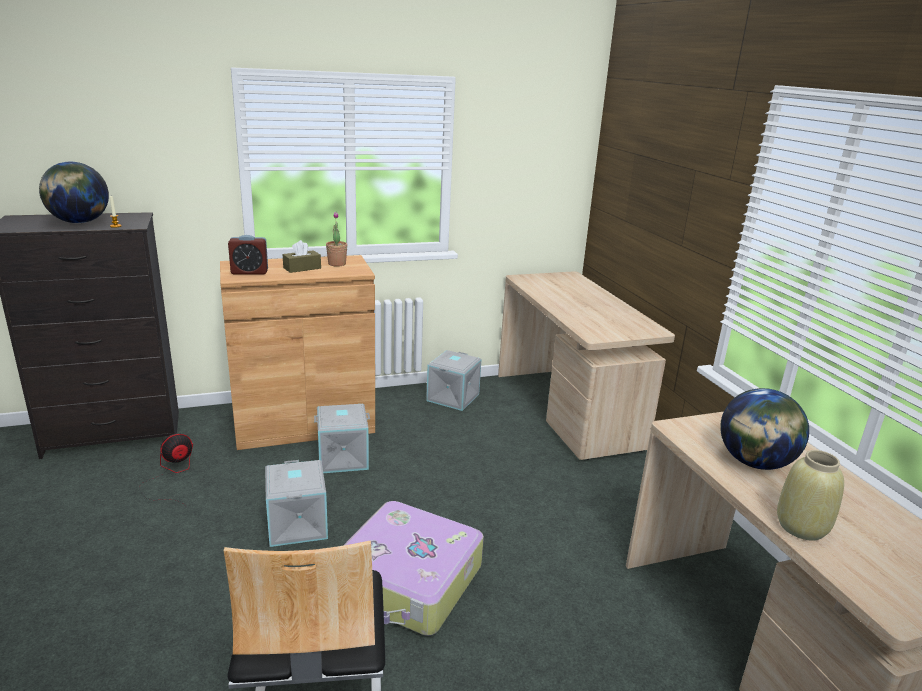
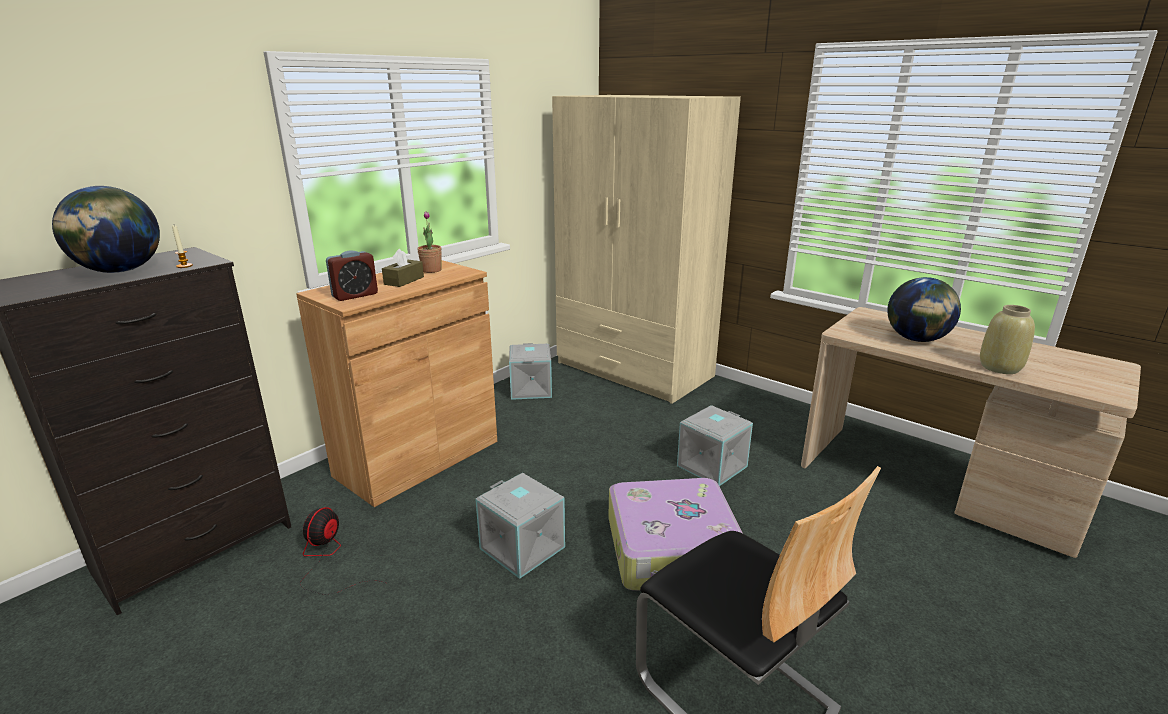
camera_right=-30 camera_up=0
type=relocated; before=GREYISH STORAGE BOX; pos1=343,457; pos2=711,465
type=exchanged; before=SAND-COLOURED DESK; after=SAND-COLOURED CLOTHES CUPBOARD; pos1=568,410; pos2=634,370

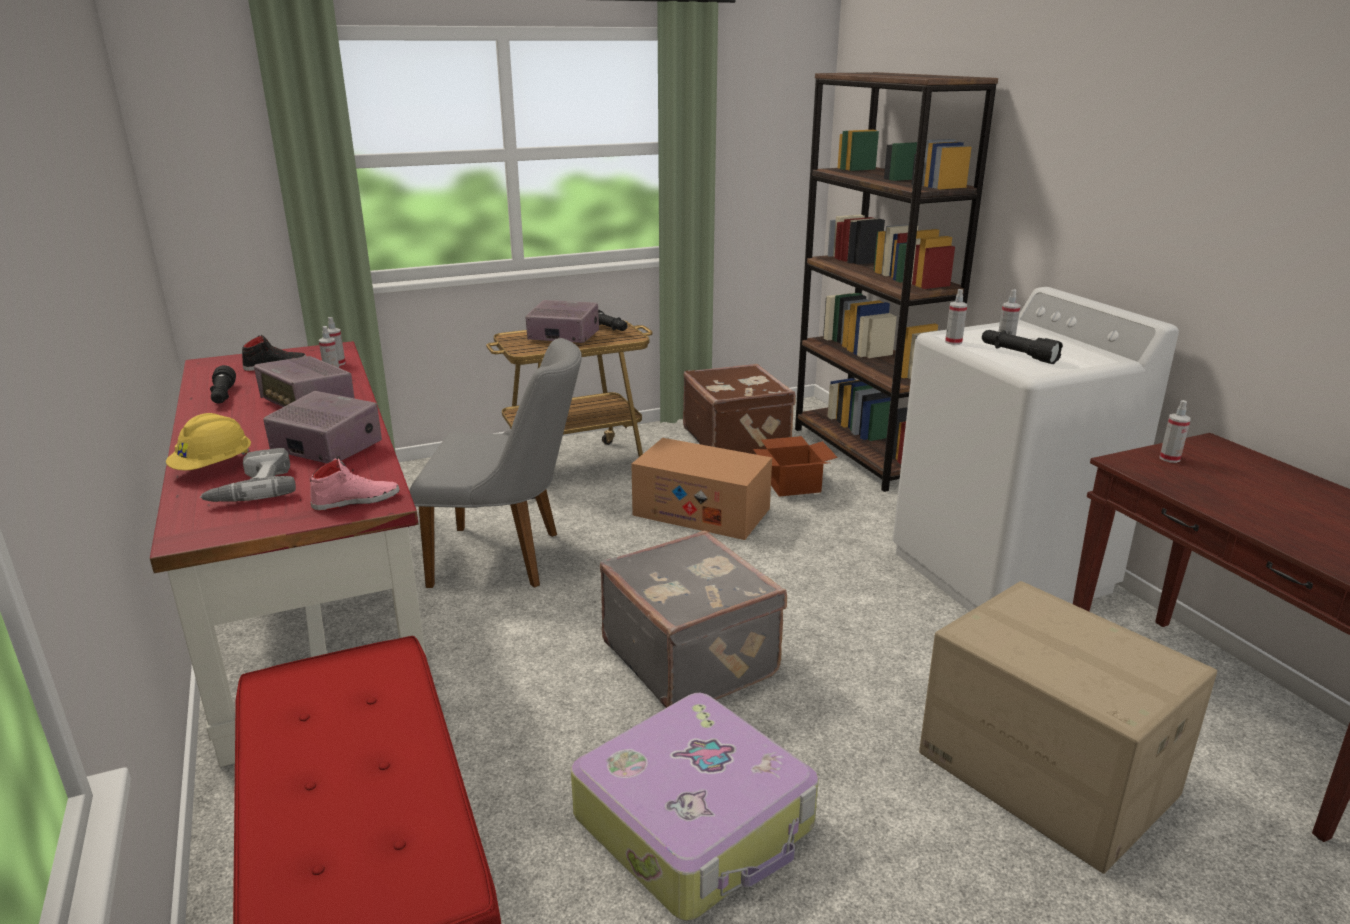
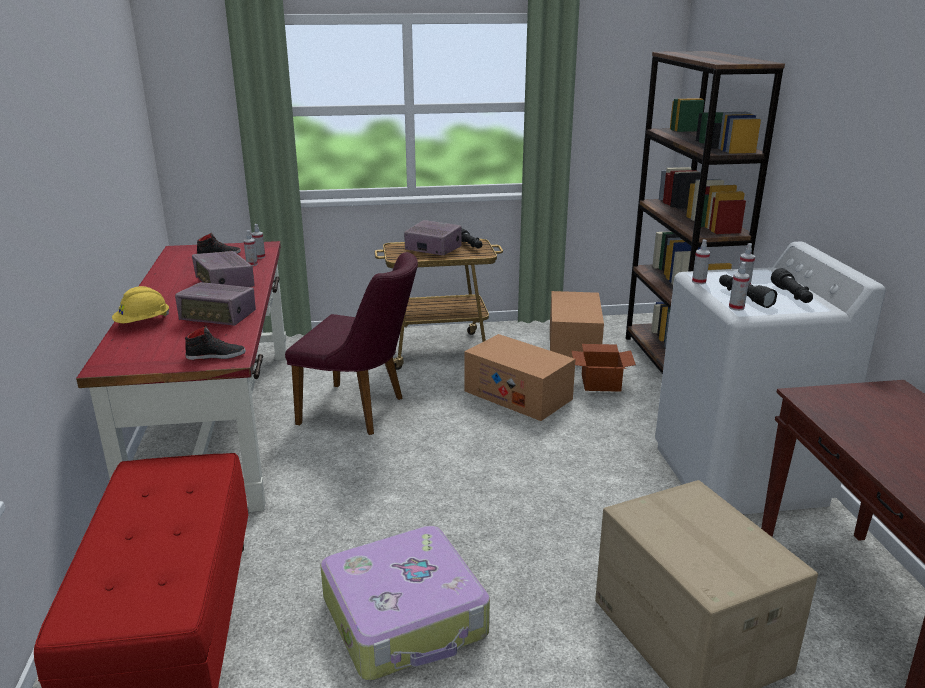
camera_right=15 camera_up=0
type=missing; before=ELECTRIC DRILL; pos1=252,487
type=missing; before=GREYISH TRAVEL CASE; pos1=691,657
type=relocated; before=BLACK FLASHLIGHT; pos1=223,396; pos2=791,295
type=relocated; before=SPRAYER; pos1=1169,458; pos2=736,307
type=exchanged; before=BROWNISH TRAVEL CASE; after=CARDBOARD BOX; pos1=737,440; pos2=573,342
type=colour; before=PINKISH LOW SHOE; after=BLACK LOW SHOE; pos1=356,500; pos2=216,355
type=colour; before=GREYISH CHAIR; after=PURPLE-COLOURED CHAIR; pos1=509,558; pos2=361,411
type=spun; before=RADIO; pos1=326,447; pos2=218,317; turn=150

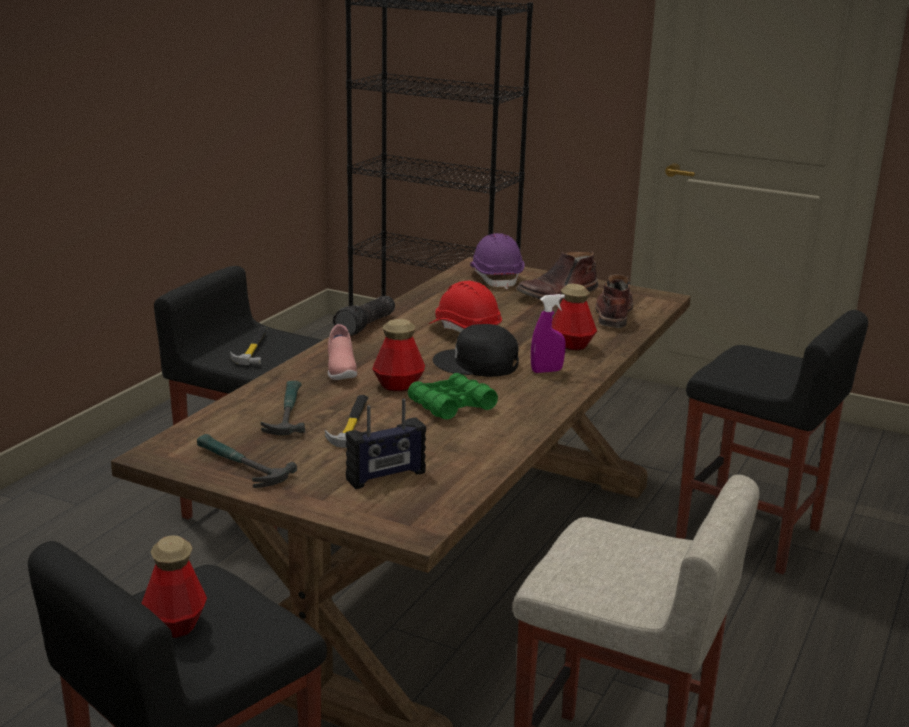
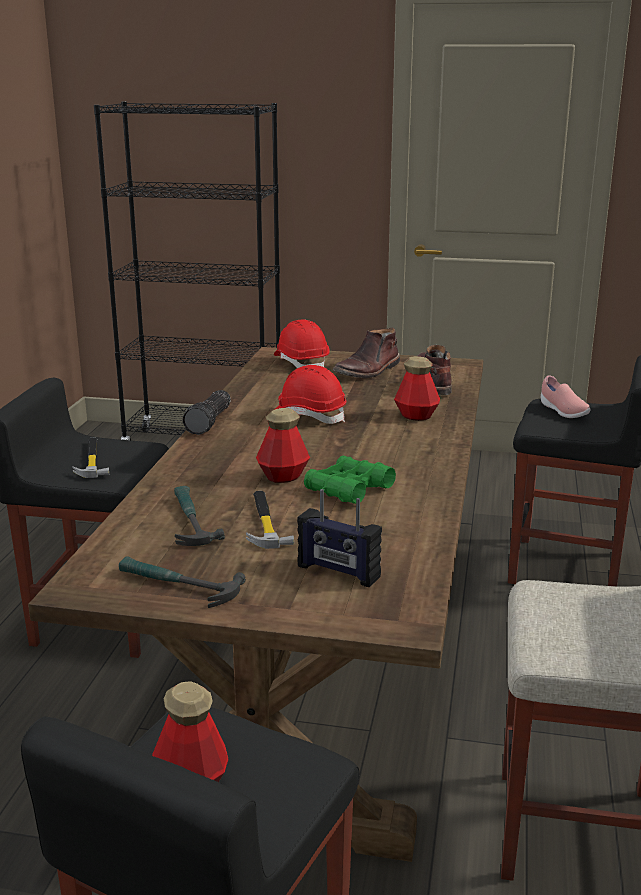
camera_right=-15 camera_up=0
type=missing; before=BLACK BASEBALL CAP; pos1=476,363
type=missing; before=PURPLE-COLOURED SPRAYER; pos1=546,371
type=relocated; before=PINKISH LOW SHOE; pos1=340,370; pos2=562,411
type=colour; before=PURPLE-COLOURED WORK HELMET; after=RED-COLOURED WORK HELMET; pos1=496,278; pos2=301,363
type=spun; before=RADIO; pos1=386,477; pos2=338,572; turn=75

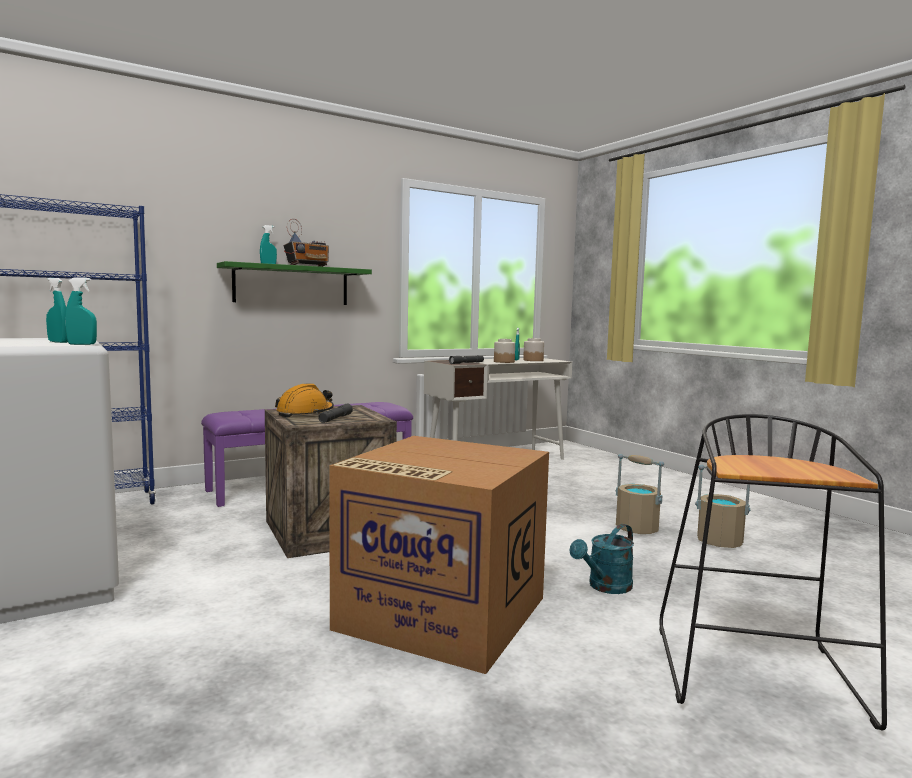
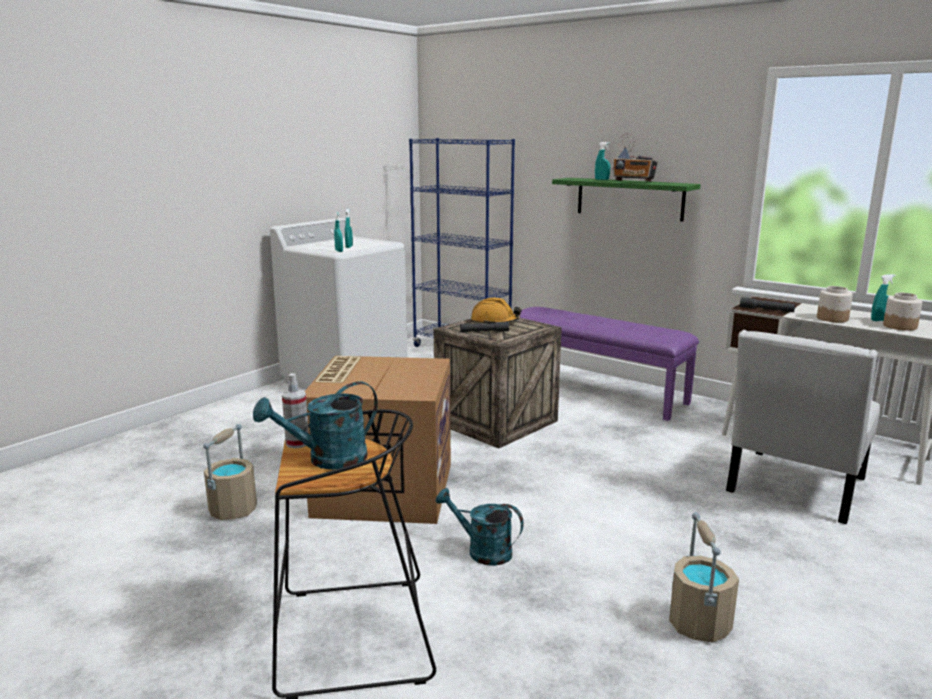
camera_right=70 camera_up=10
type=appeared; after=TURQUOISE WATERING POT; pos2=327,460
type=appeared; after=SPRAYER; pos2=297,443
type=appeared; after=WHITE CHAIR; pos2=793,488
type=relocated; before=SAND-COLOURED BUCKET; pos1=636,528; pos2=233,509

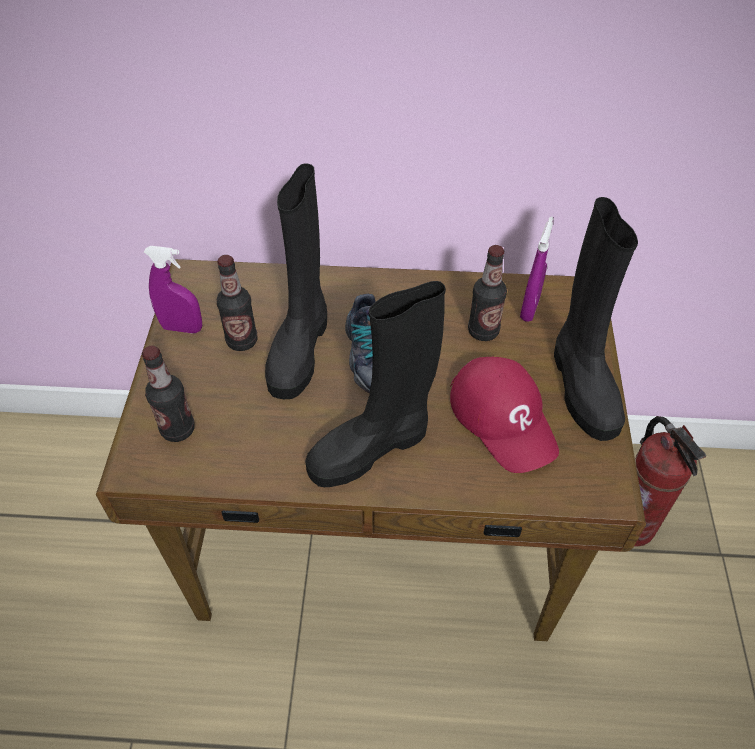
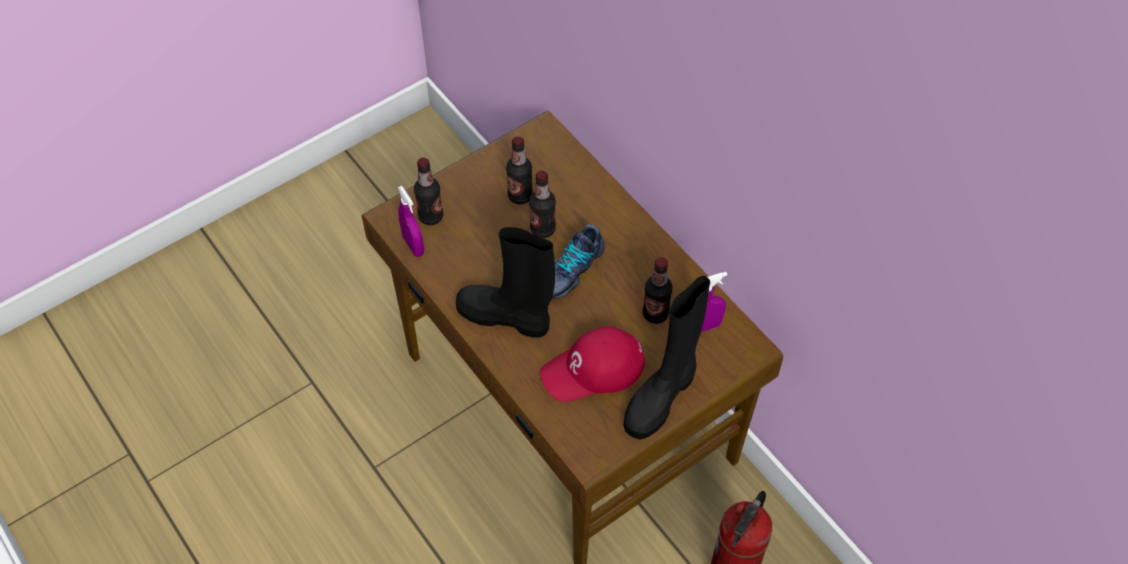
camera_right=50 camera_up=5
type=relocated; before=PURPLE-COLOURED SPRAYER; pos1=182,328; pos2=413,245
type=exchanged; before=BLACK TALL BOOT; after=DRINK BOTTLE; pos1=300,349; pos2=543,229
type=spun; before=RED-COLOURED BASEBALL CAP; pos1=504,418; pos2=593,369; turn=45

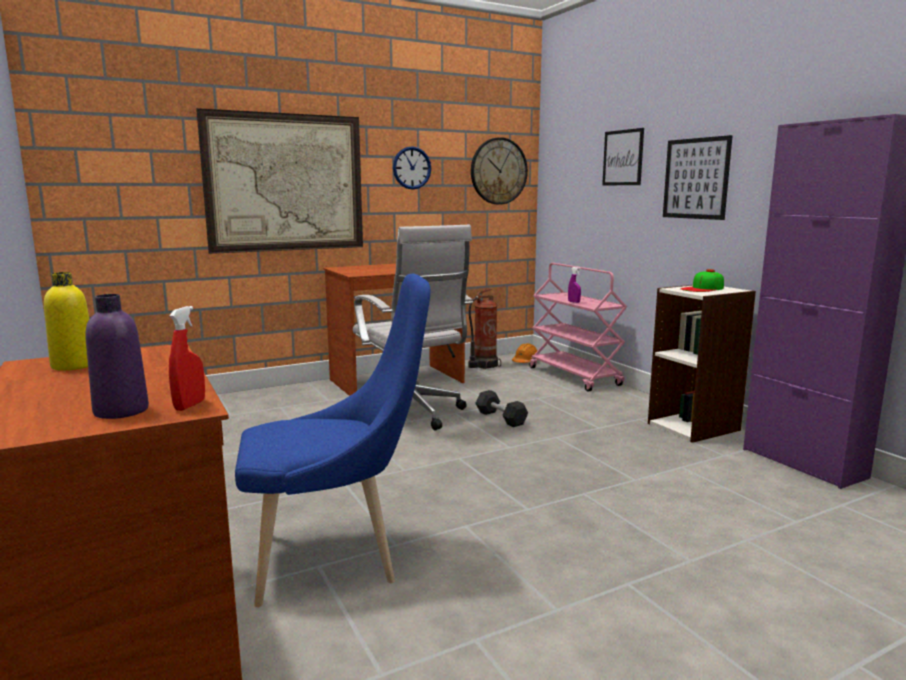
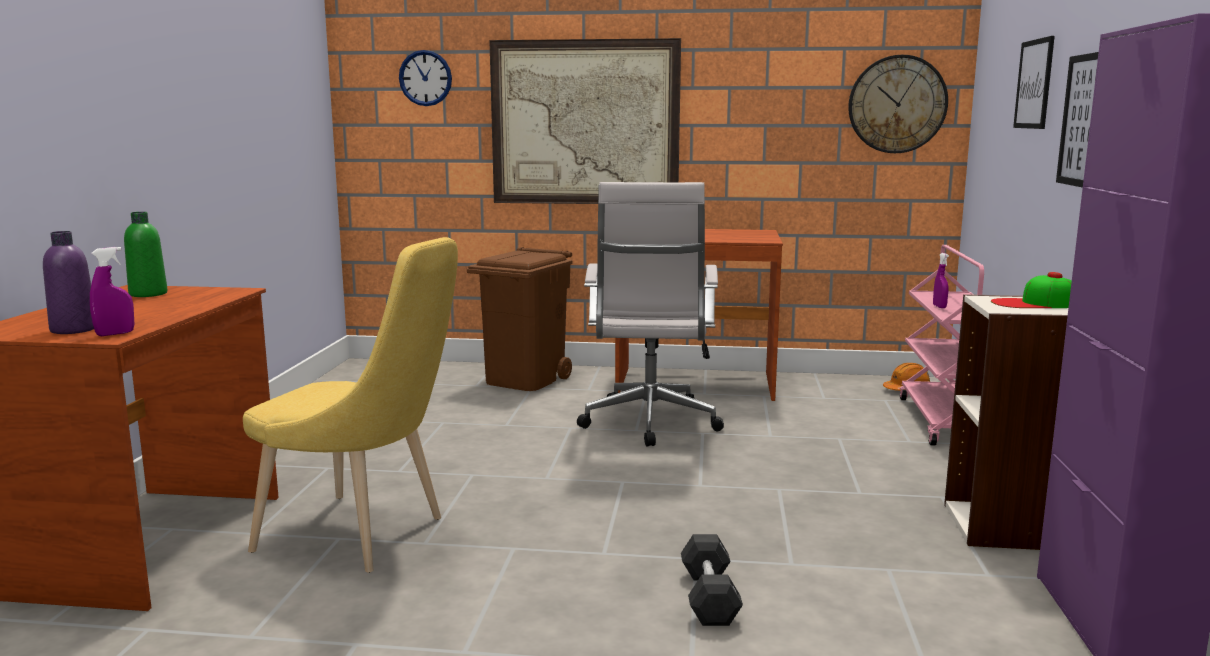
camera_right=35 camera_up=0
type=missing; before=FIRE-FIGHTING CYLINDER; pos1=483,365
type=appeared; after=BROWNISH RUBBISH BIN; pos2=525,380
type=relocated; before=WALL CLOCK; pos1=412,168; pos2=425,78
type=relocated; before=BLACK FREE WEIGHT; pos1=501,418; pos2=709,597
type=colour; before=YELLOW DRINK BOTTLE; after=GREENISH DRINK BOTTLE; pos1=73,365; pos2=148,294
type=colour; before=RED-COLOURED SPRAYER; after=PURPLE-COLOURED SPRAYER; pos1=189,405; pos2=115,334
type=colour; before=BLUE CHAIR; after=YELLOW CHAIR; pos1=336,557; pos2=362,536

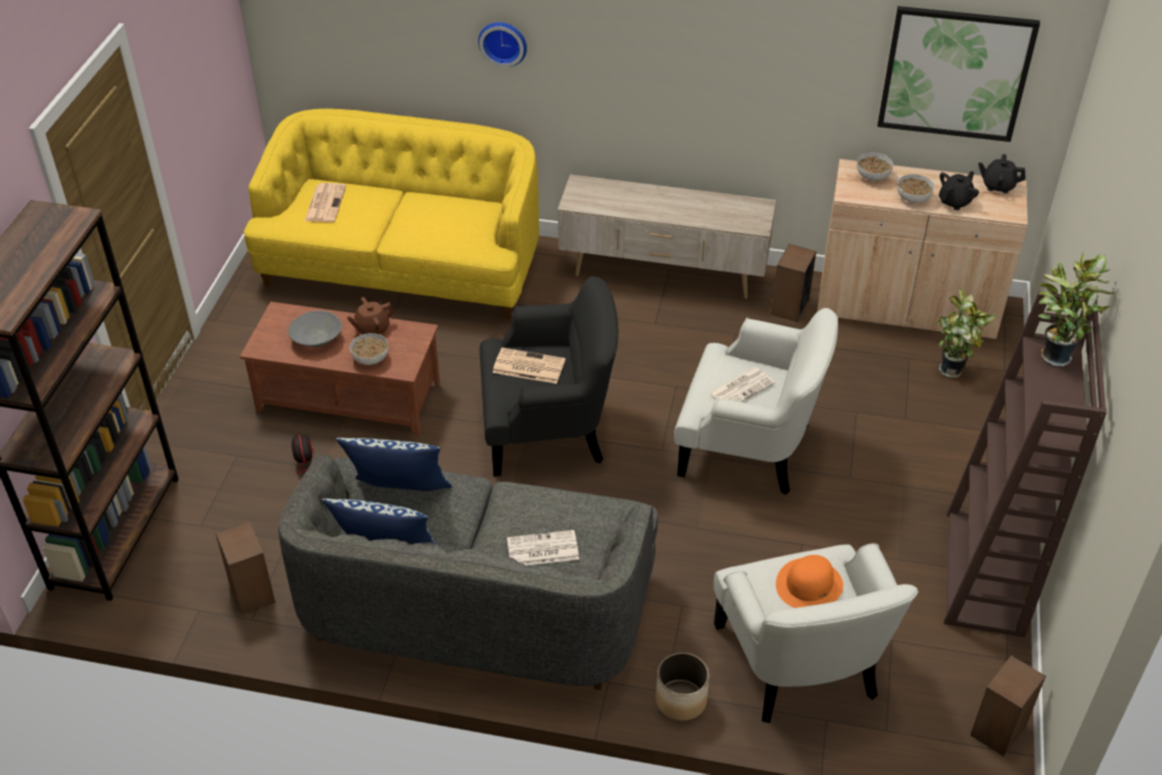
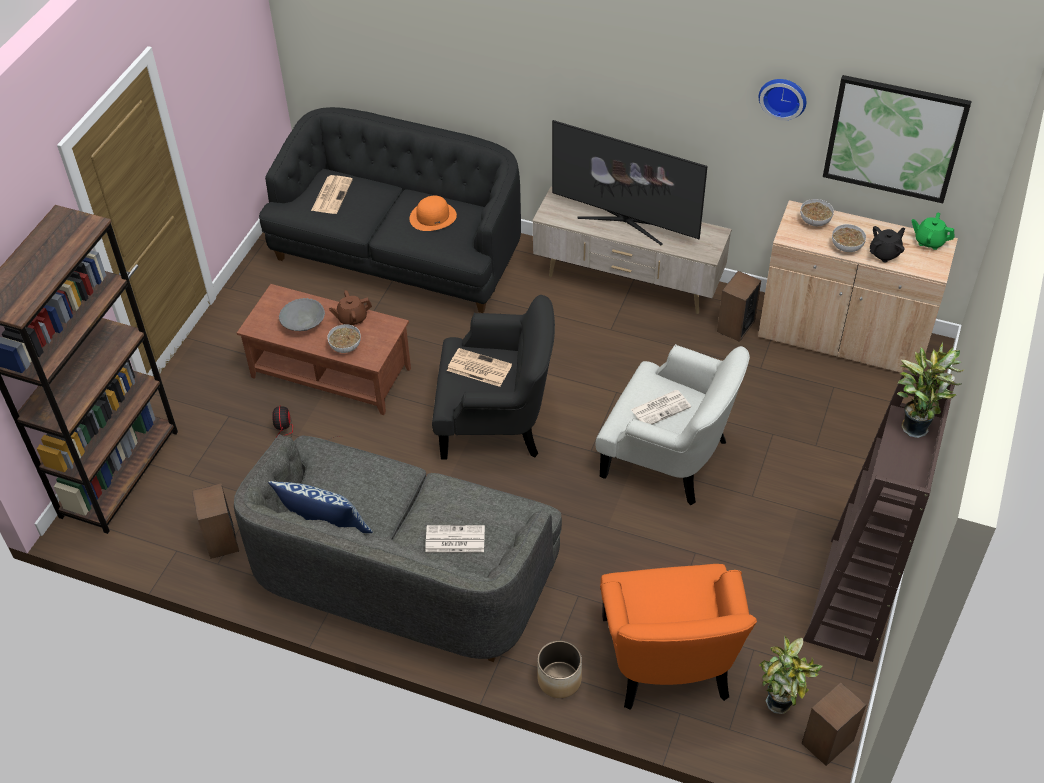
camera_right=10 camera_up=5
type=missing; before=CUSHION; pos1=400,494
type=appeared; after=TELEVISION; pos2=624,222
type=relocated; before=WALL CLOCK; pos1=503,42; pos2=783,96
type=relocated; before=ORANGE WEARABLE HAT; pos1=809,584; pos2=433,216
type=relocated; before=PLANT IN A POT; pos1=953,371; pos2=781,705
type=colour; before=YELLOW COUCH; after=BLACK COUCH; pos1=403,266; pos2=399,252
type=colour; before=WHITE LOUNGE CHAIR; after=ORANGE LOUNGE CHAIR; pos1=800,663; pos2=669,660
type=colour; before=BLACK TEA POT; after=GREENISH TEA POT; pos1=997,186; pos2=929,241

